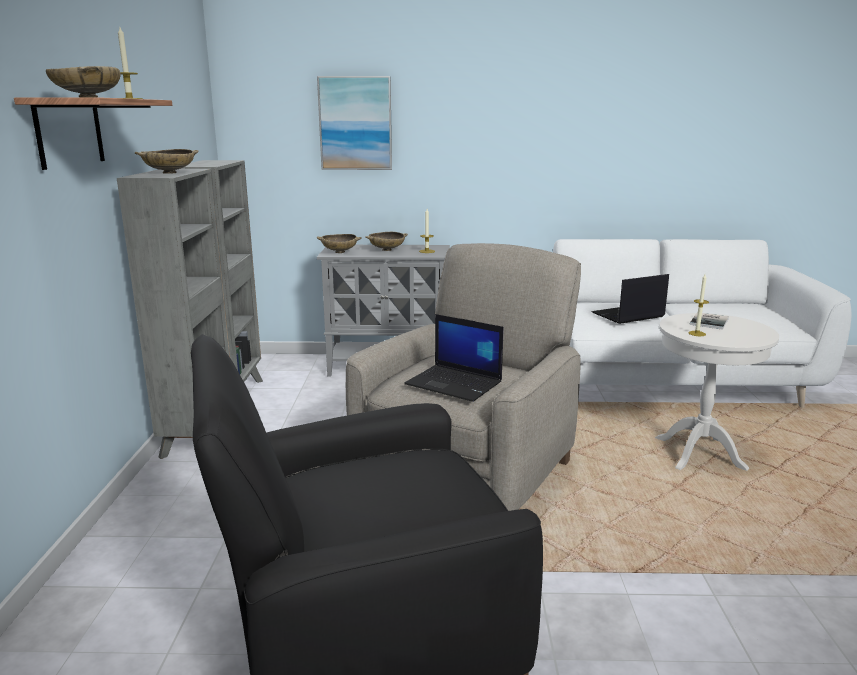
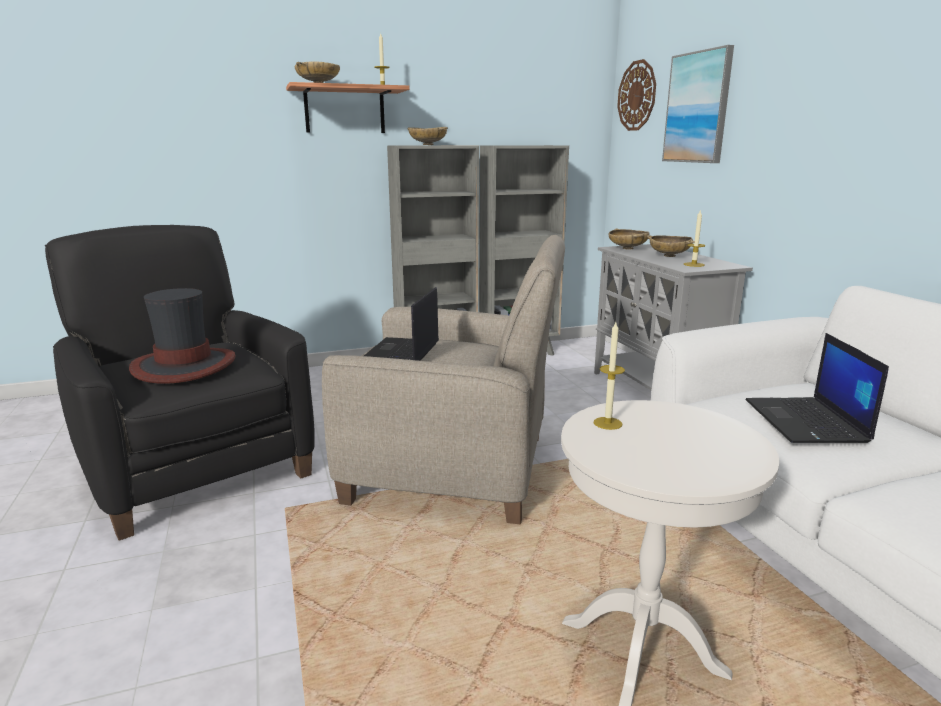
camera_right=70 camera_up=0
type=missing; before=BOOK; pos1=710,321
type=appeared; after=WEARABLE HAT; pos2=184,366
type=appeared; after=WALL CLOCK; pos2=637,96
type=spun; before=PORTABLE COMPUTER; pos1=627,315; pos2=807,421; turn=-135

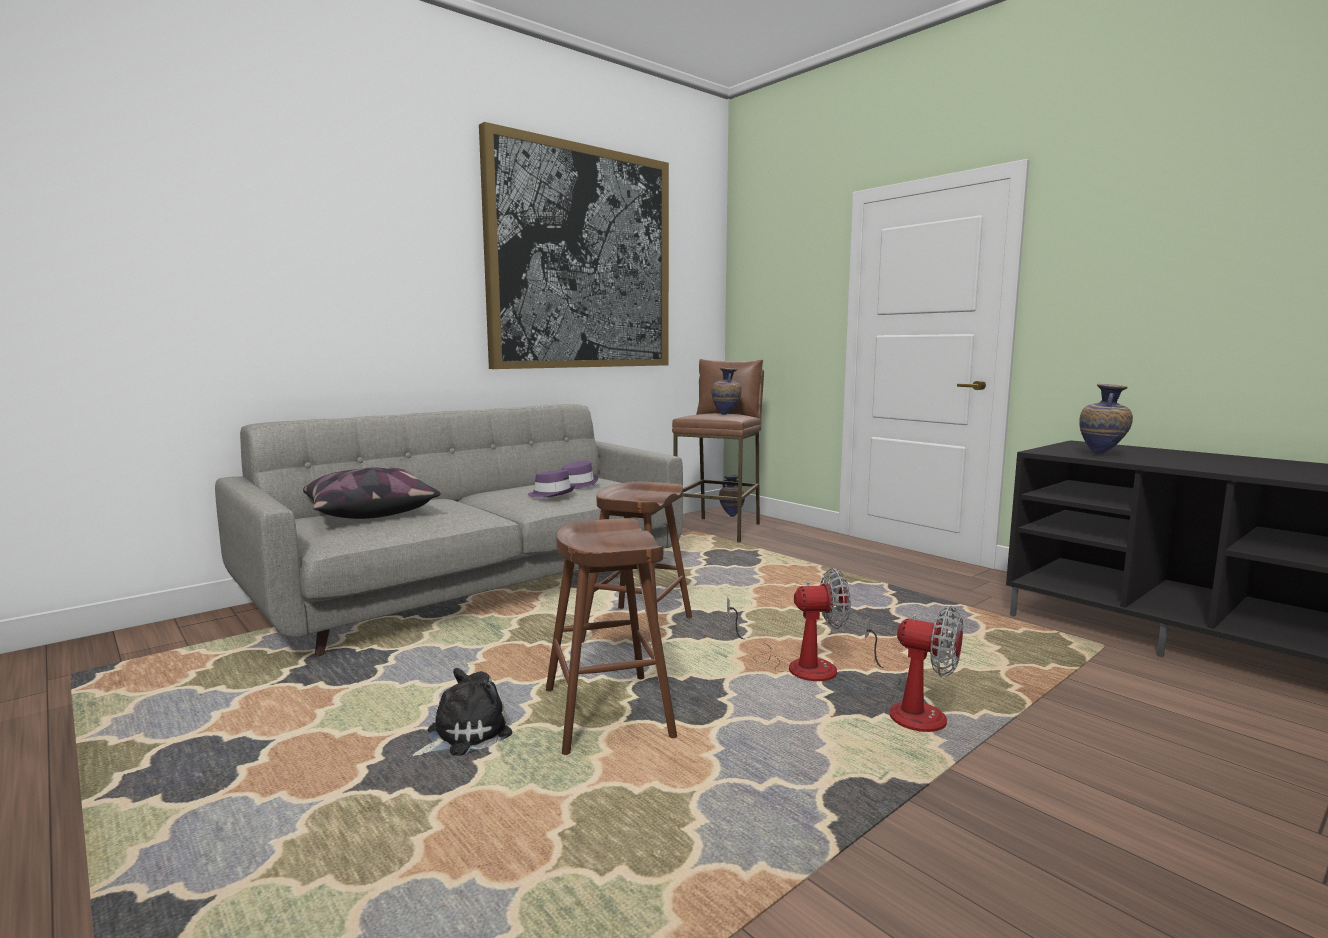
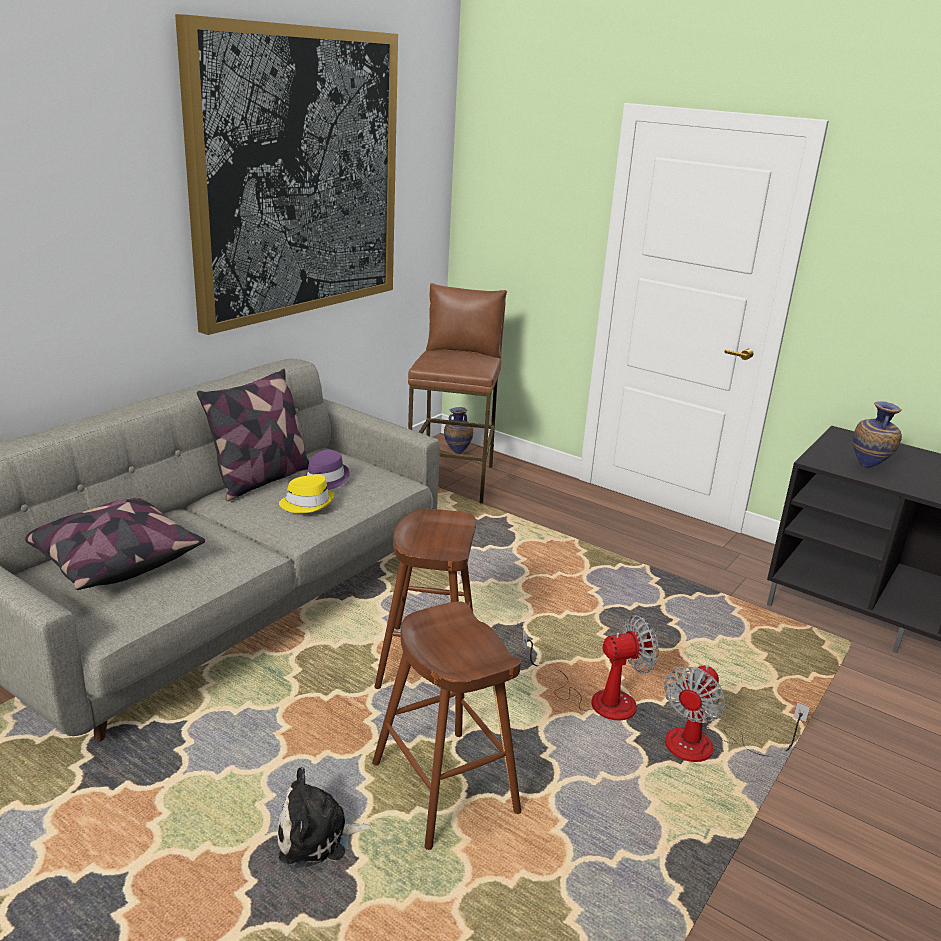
camera_right=-15 camera_up=15
type=missing; before=FLOWER VASE; pos1=726,415
type=appeared; after=CUSHION; pos2=261,480
type=colour; before=PURPLE-COLOURED WEARABLE HAT; after=YELLOW WEARABLE HAT; pos1=552,494; pos2=307,503
type=spun; before=SOFT TOY; pos1=463,735; pos2=318,836; turn=-135
type=spun; before=ELECTRIC FAN; pos1=908,708; pos2=707,746; turn=105

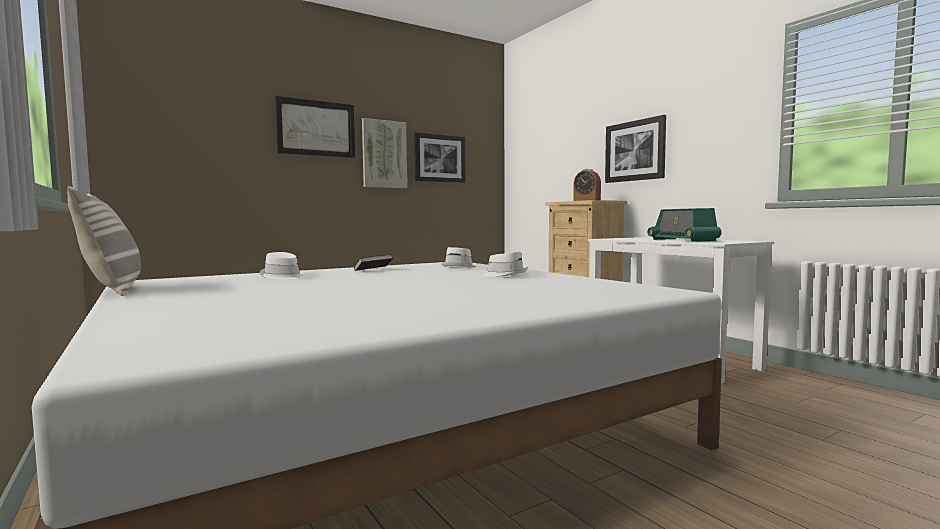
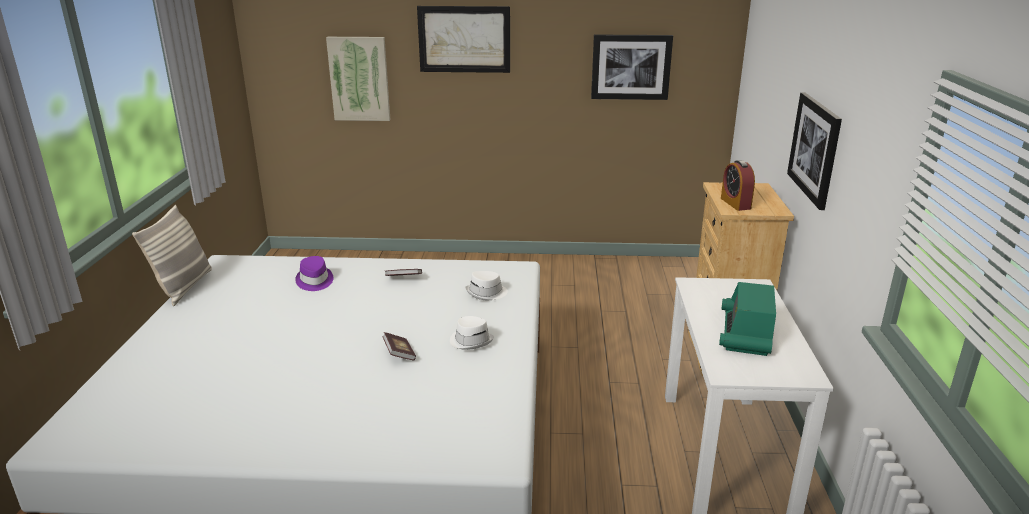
camera_right=35 camera_up=20
type=appeared; after=BOOK; pos2=399,354
type=relocated; before=PICTURE; pos1=384,154; pos2=359,79
type=colour; before=WHITE WEARABLE HAT; after=PURPLE-COLOURED WEARABLE HAT; pos1=283,277; pos2=314,281

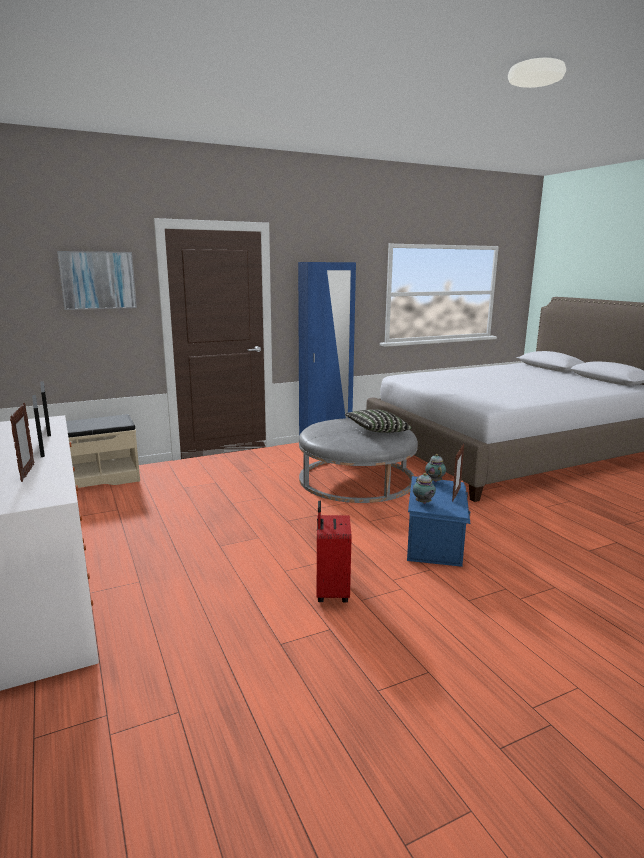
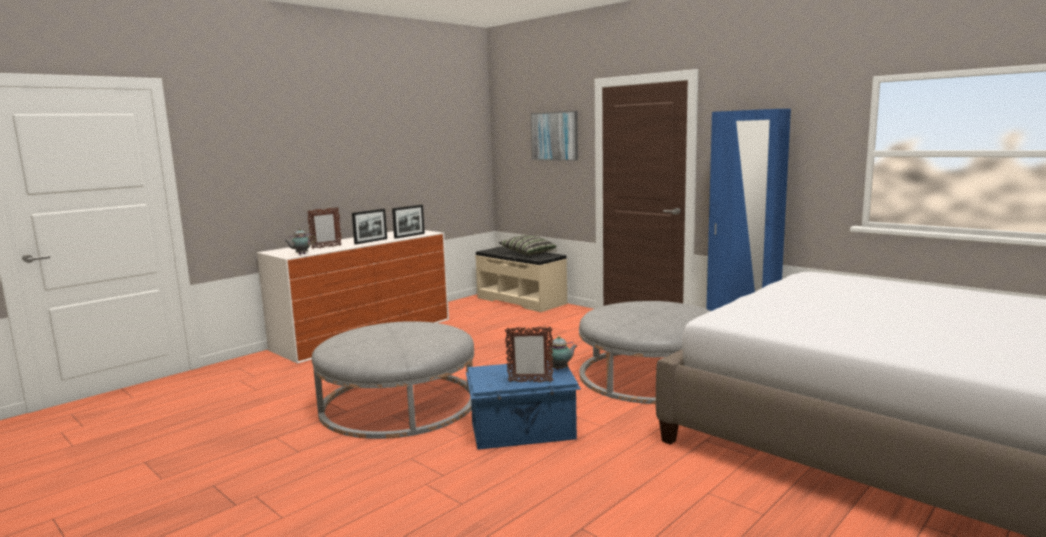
camera_right=70 camera_up=-5
type=relocated; before=CUSHION; pos1=376,431; pos2=528,253
type=relocated; before=TEA POT; pos1=423,503; pos2=301,254
type=exchanged; before=RED-COLOURED TRAVEL CASE; after=GREYISH OTTOMAN; pos1=331,592; pos2=398,403

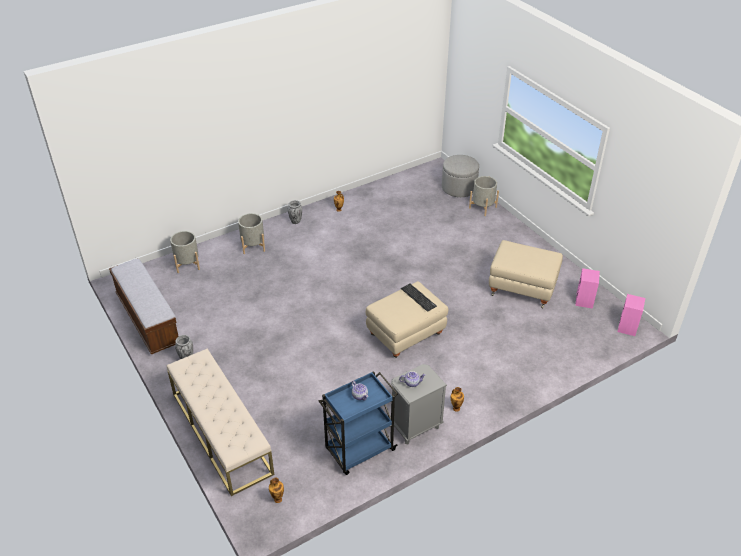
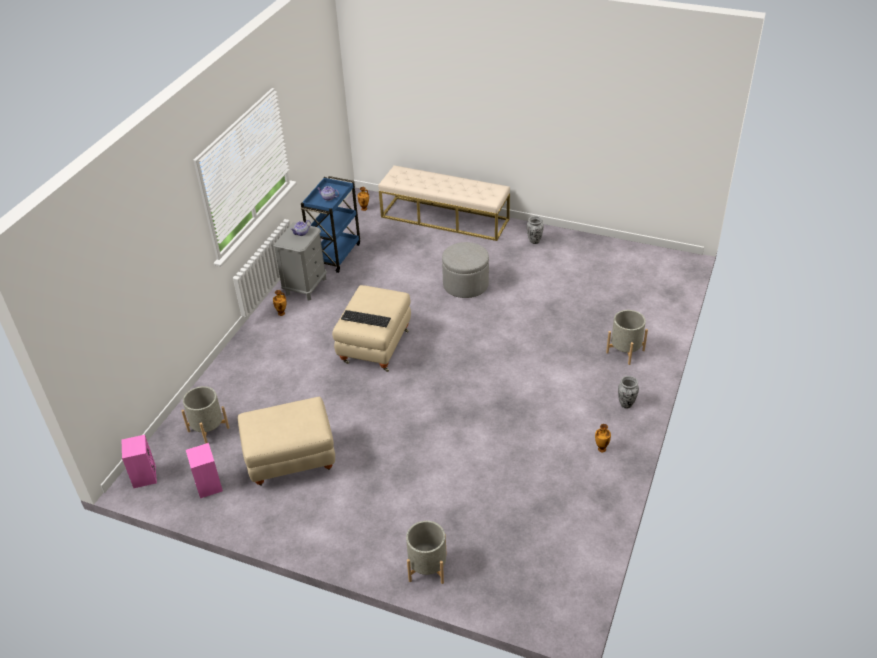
camera_right=145 camera_up=0
type=missing; before=INDOOR BENCH; pos1=148,319
type=relocated; before=GREYISH FLOWER POT; pos1=187,264; pos2=208,429
type=relocated; before=GREYISH OTTOMAN; pos1=459,188; pos2=465,284

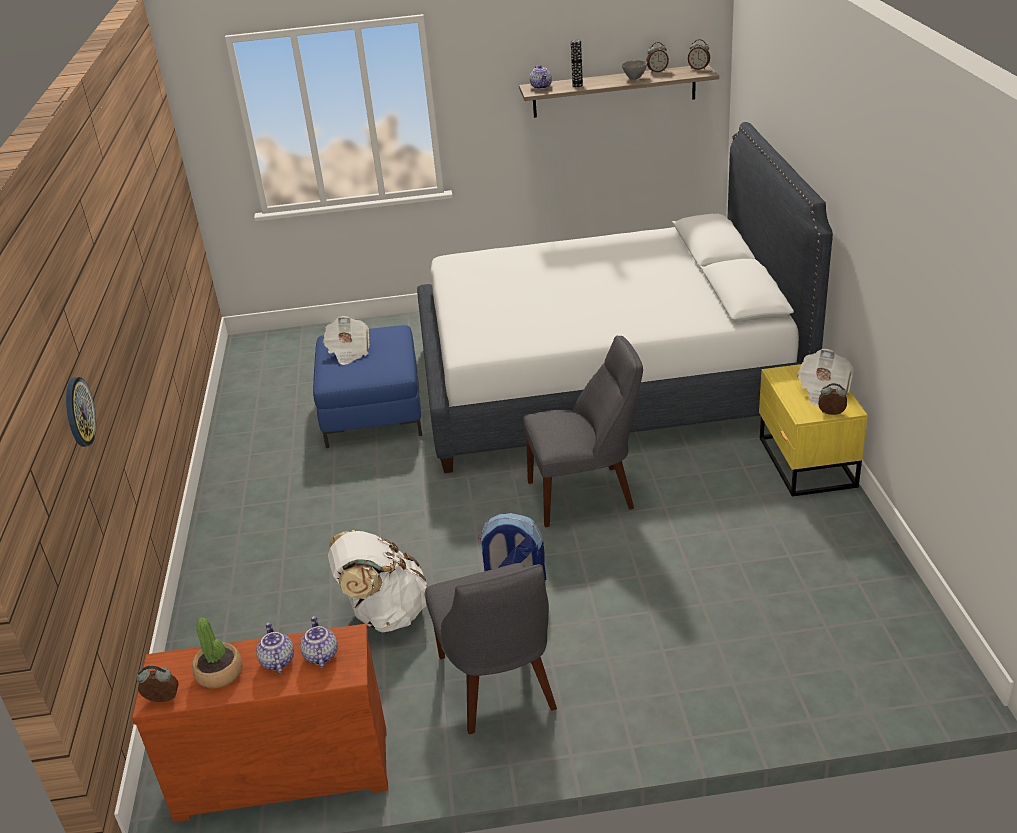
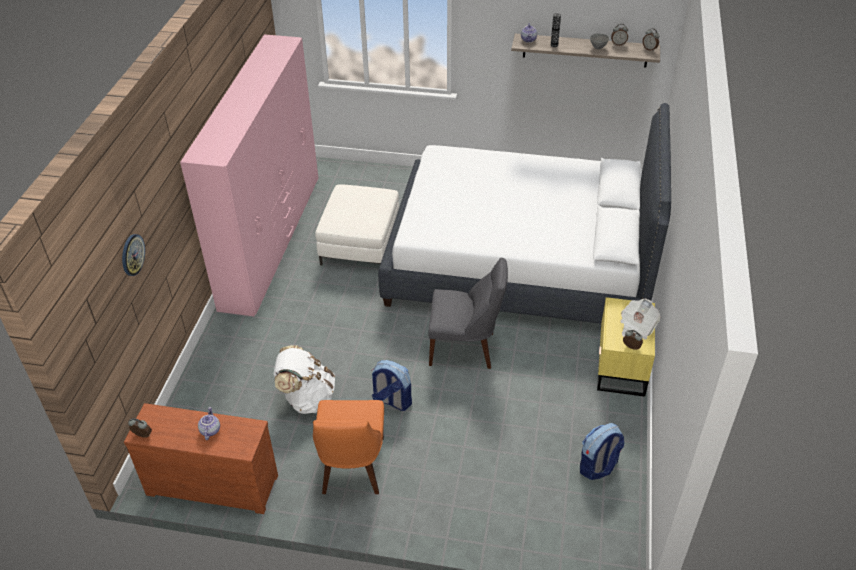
camera_right=15 camera_up=10
type=missing; before=PLANT IN A POT; pos1=219,673
type=missing; before=TEA POT; pos1=320,655
type=missing; before=PRINTED PAPER; pos1=348,352
type=appeared; after=PINKISH CLOTHES CUPBOARD; pos2=271,240
type=appeared; after=BACKPACK; pos2=598,466
type=colour; before=BLUE OTTOMAN; after=WHITE OTTOMAN; pos1=373,411; pos2=360,244
type=colour; before=GREYISH CHAIR; after=ORANGE CHAIR; pos1=498,686; pos2=352,468

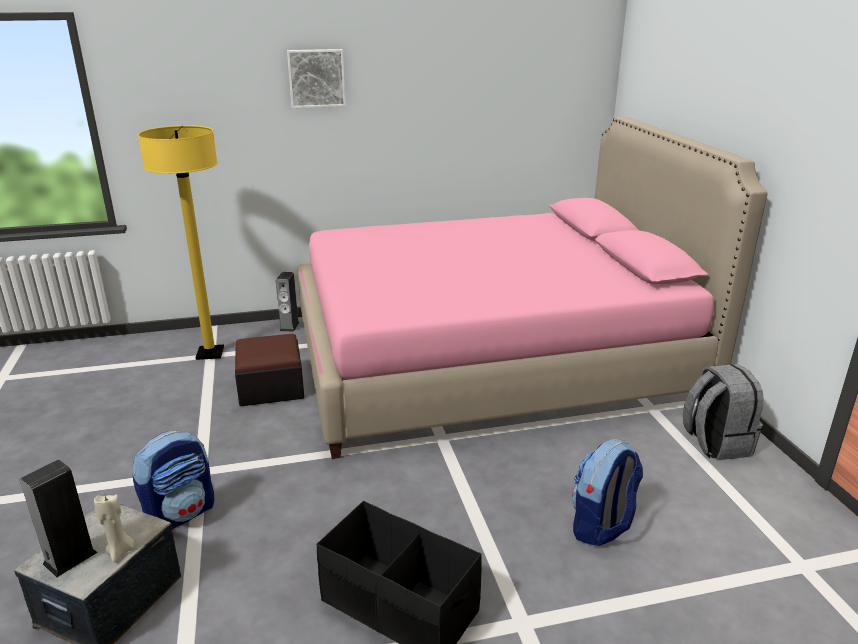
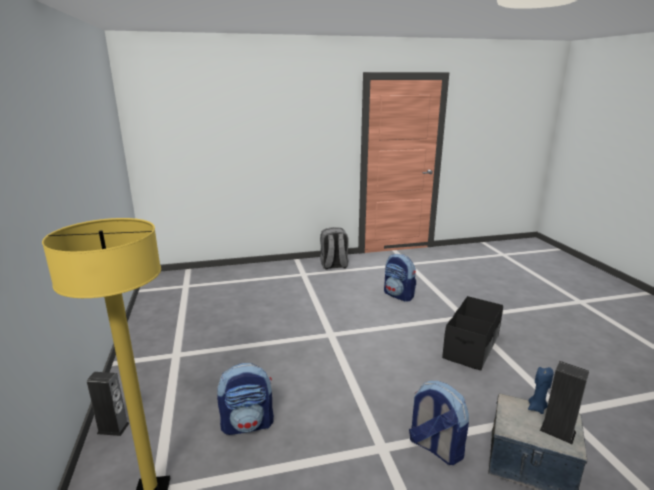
camera_right=-90 camera_up=-5
type=missing; before=PICTURE; pos1=316,78
type=missing; before=PINKISH BED; pos1=490,360
type=exchanged; before=OTTOMAN; after=BACKPACK; pos1=271,387; pos2=248,424
type=colour; before=SAND-COLOURED WAX CANDLE; after=BLUE WAX CANDLE; pos1=120,551; pos2=536,408

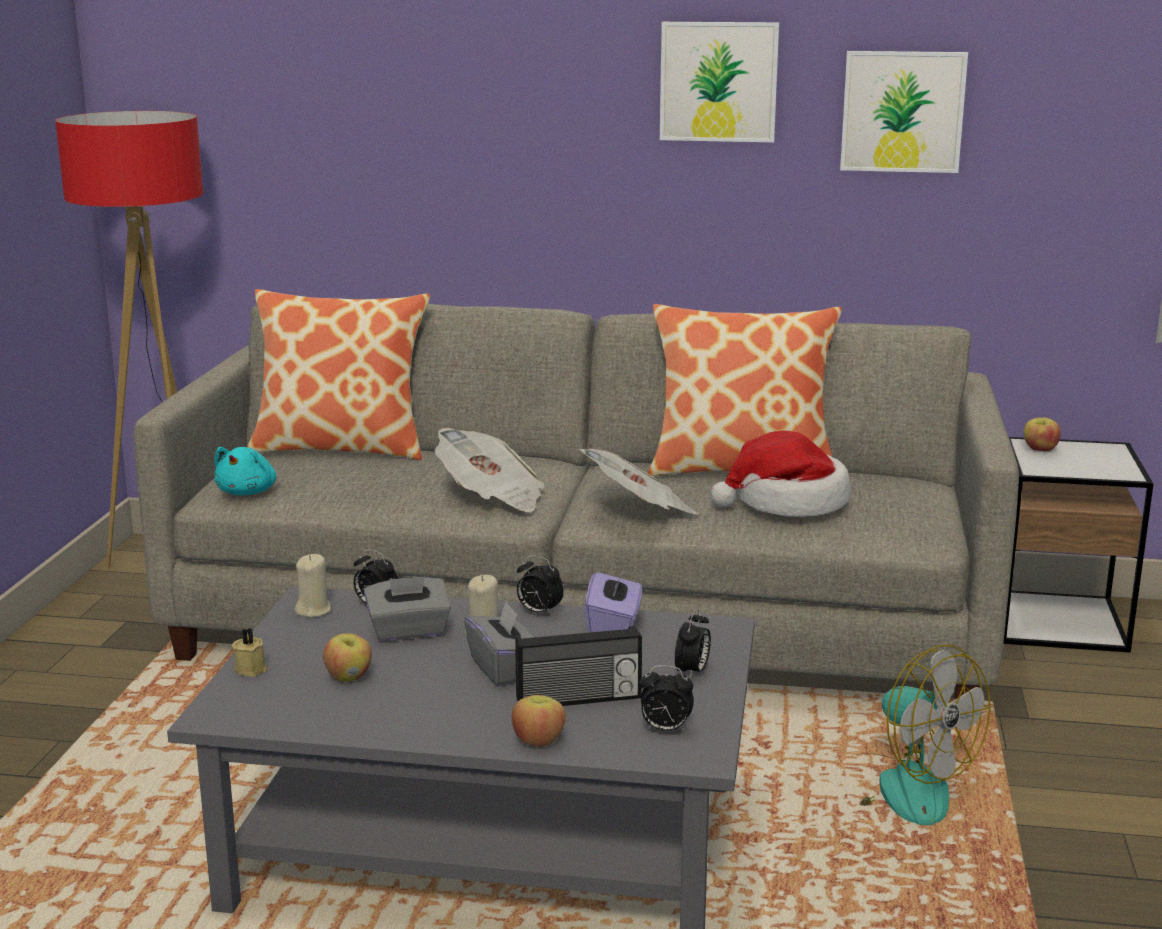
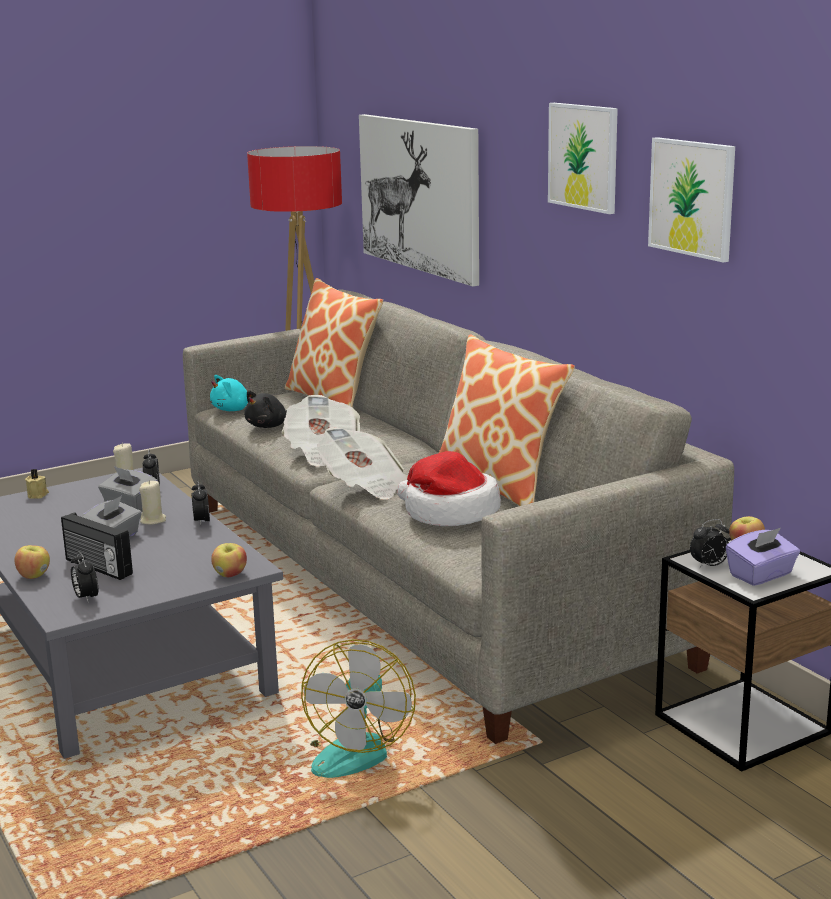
camera_right=50 camera_up=0
type=appeared; after=BLACK SOFT TOY; pos2=268,426
type=appeared; after=PICTURE; pos2=419,195
type=relocated; before=WHOLE APPLE; pos1=349,677; pos2=230,574
type=relocated; before=PURPLE-COLOURED TISSUE BOX; pos1=614,628; pos2=761,575
type=relocated; before=TABLE CLOCK; pos1=692,672; pos2=709,566

